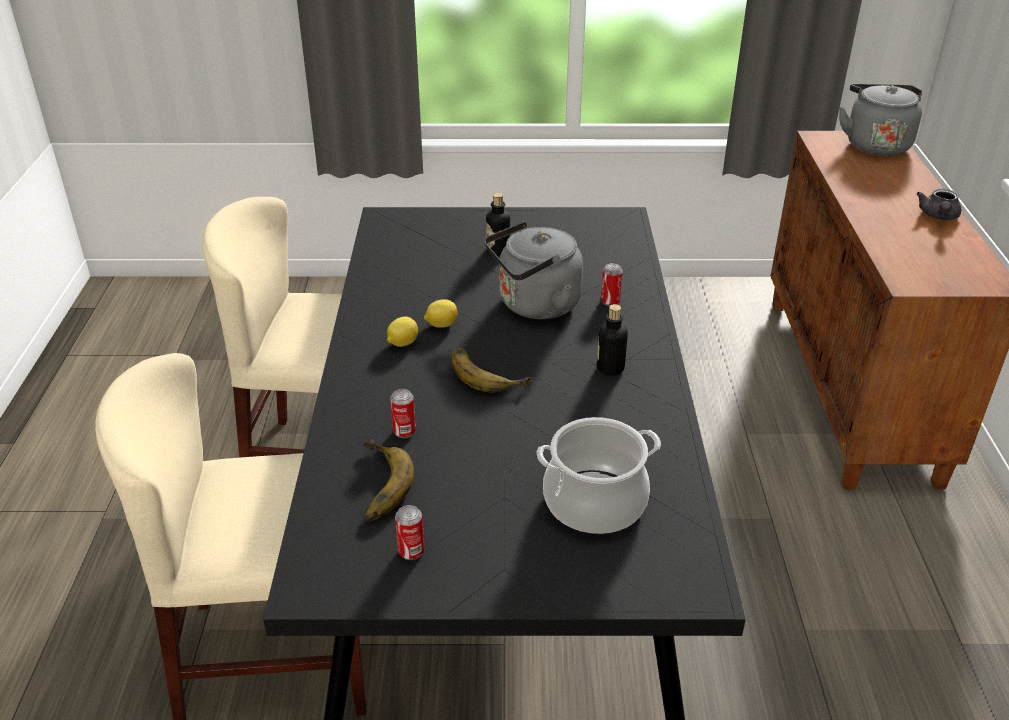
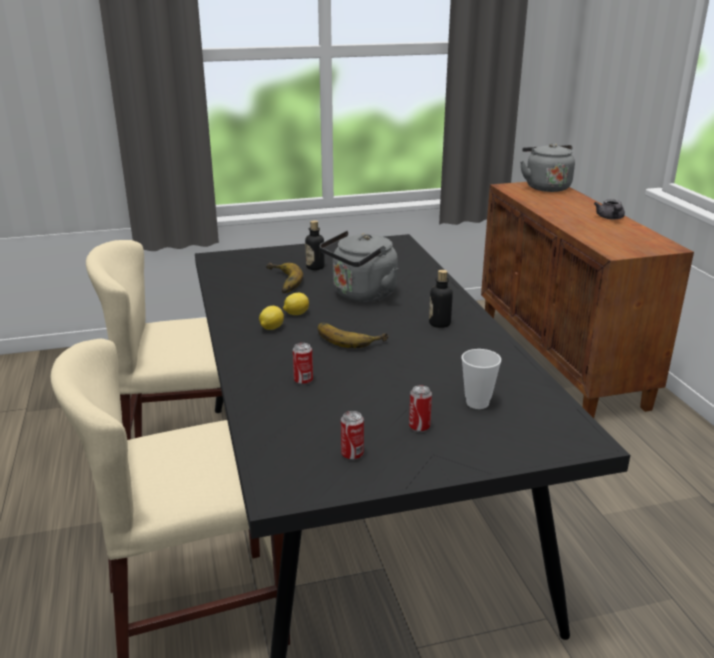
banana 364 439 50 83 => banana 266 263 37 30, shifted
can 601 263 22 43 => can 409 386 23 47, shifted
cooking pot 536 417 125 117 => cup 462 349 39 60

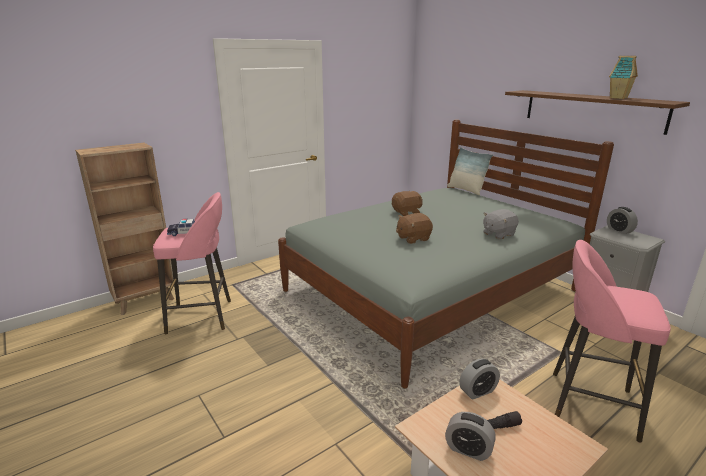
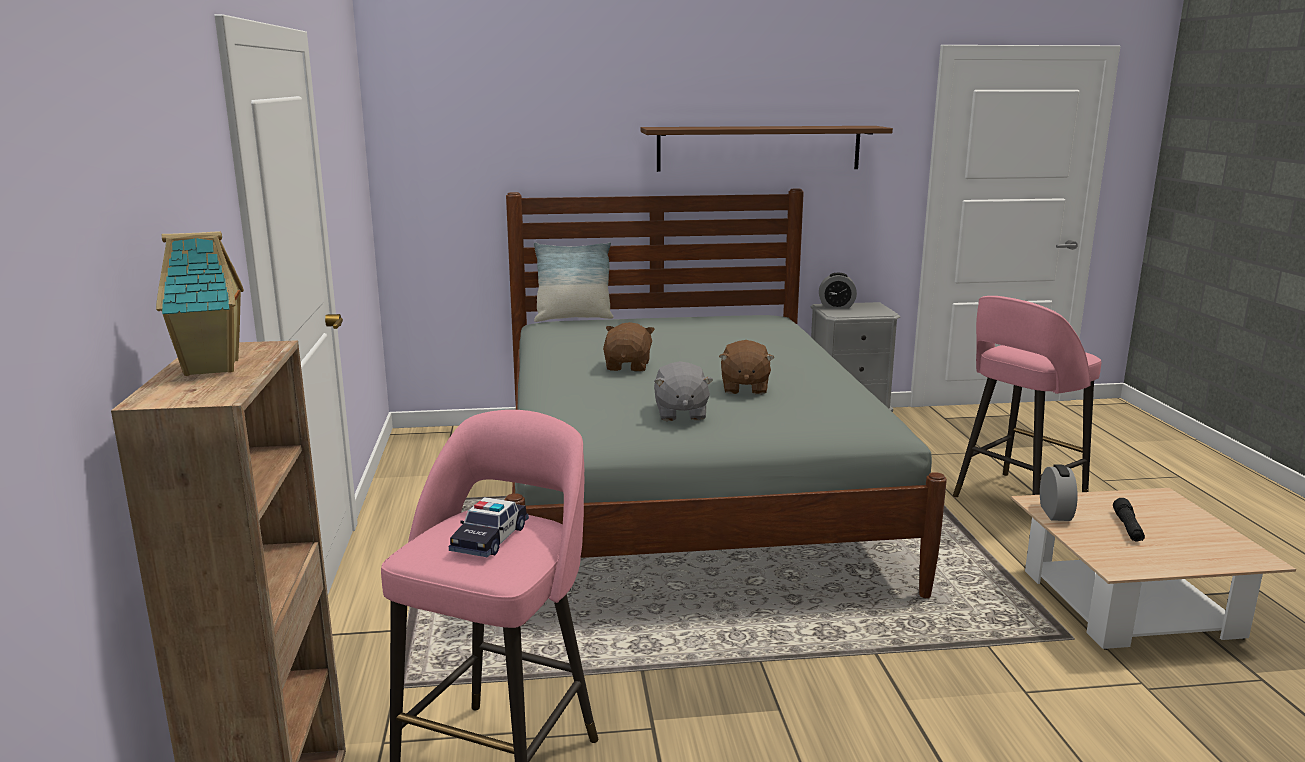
alarm clock 445 412 51 49 => nothing
plush toy/grey 483 209 36 30 => plush toy/grey 654 361 59 60, shifted
toy house 609 56 29 43 => toy house 156 231 88 145, shifted

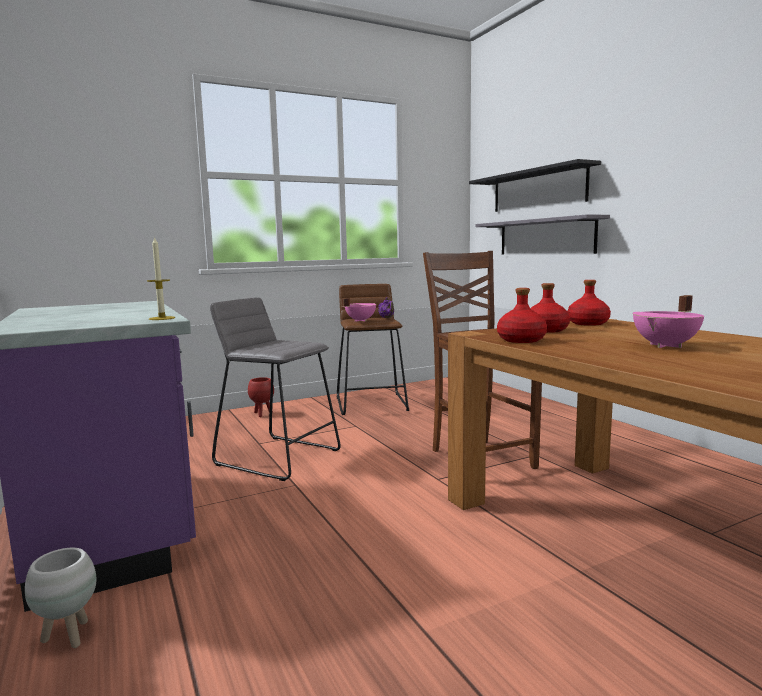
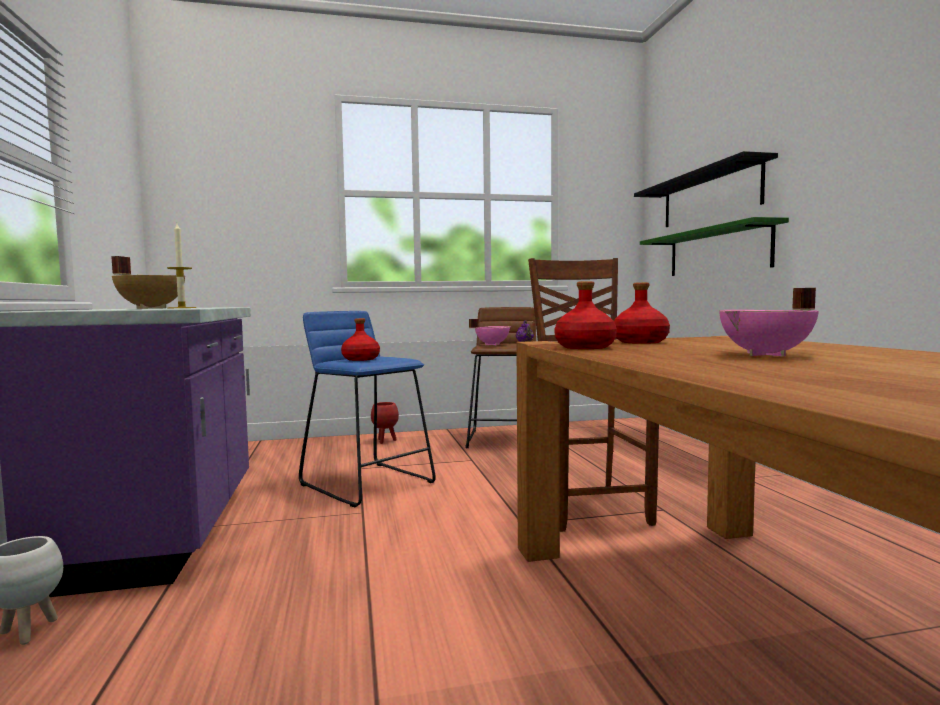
nothing => cooking pot/beige 111 256 74 53
bottle/red 567 280 44 46 => bottle/red 341 318 39 43, shifted
stool/grey 210 297 131 184 => stool/blue 299 311 137 196
shelf/grey 475 214 135 40 => shelf/green 640 217 149 59

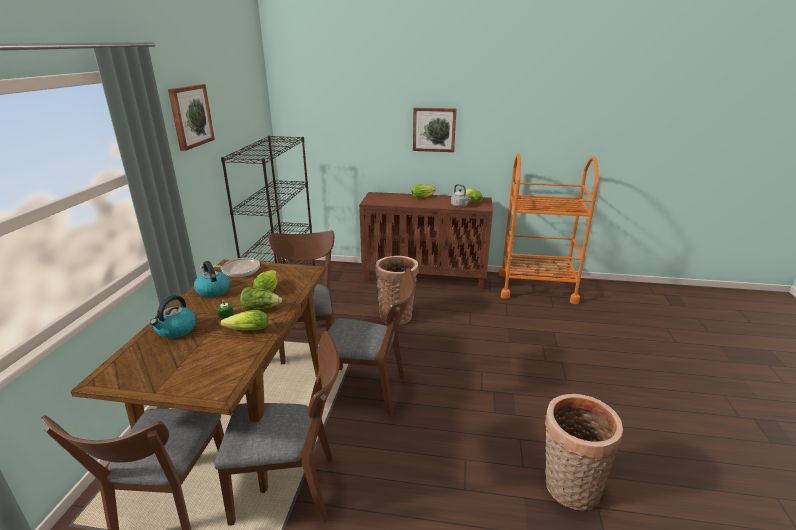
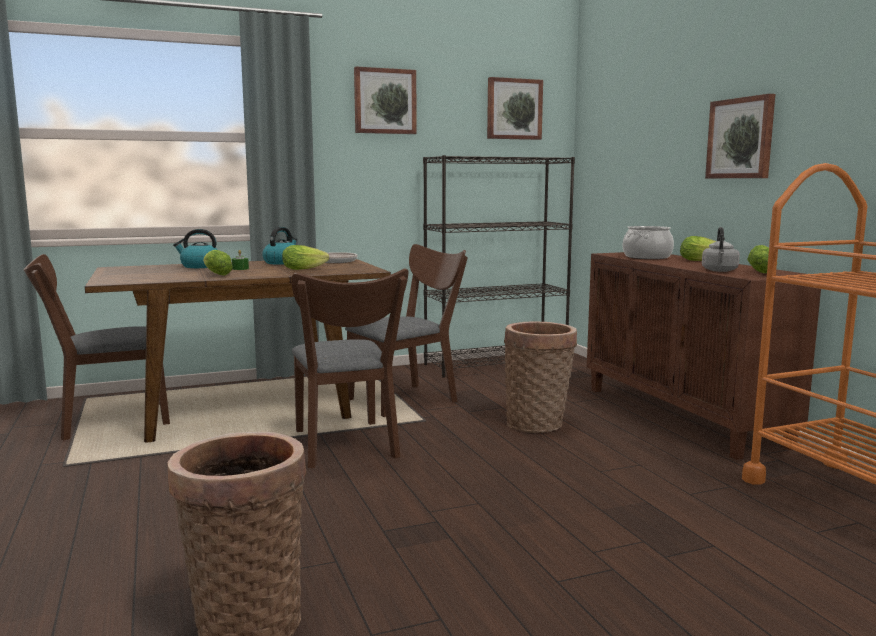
chair/brown 214 331 126 195 => nothing
lettuce 240 287 42 24 => nothing
nothing => picture 487 77 56 63
nothing => cooking pot 623 226 51 33

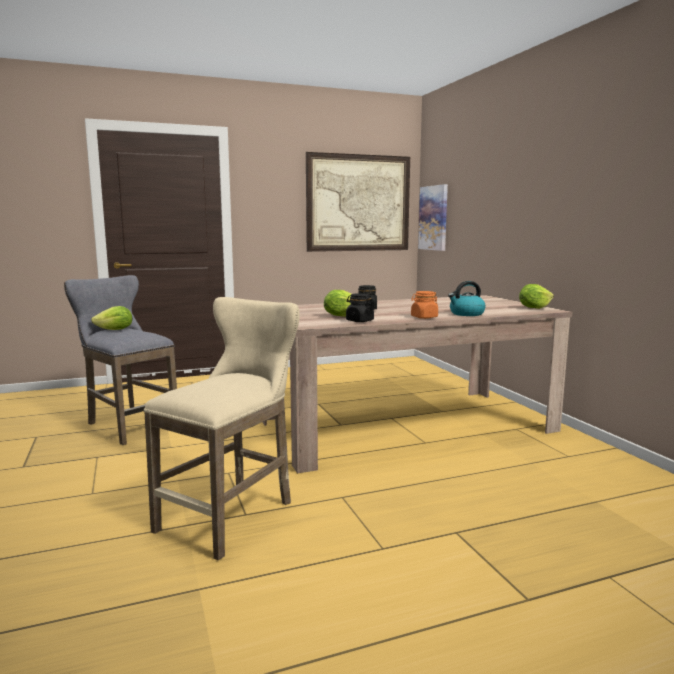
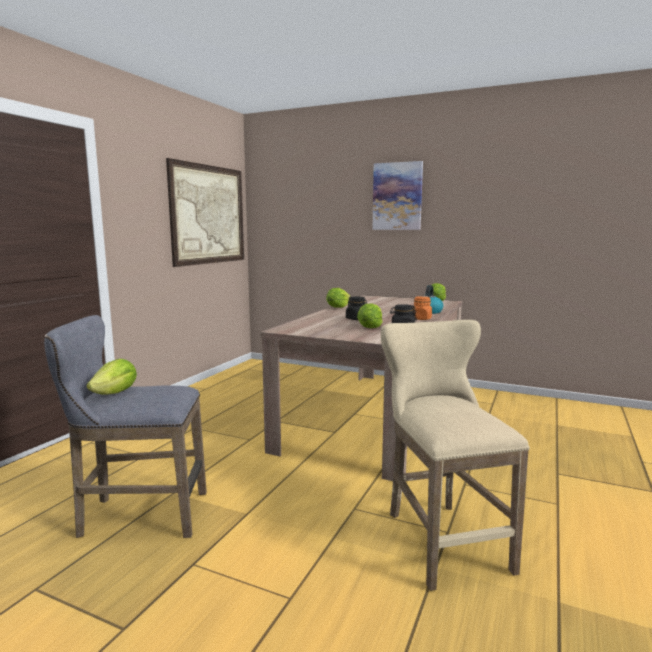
nothing => lettuce 326 288 24 20
picture 418 184 30 67 => picture 372 161 51 69, shifted

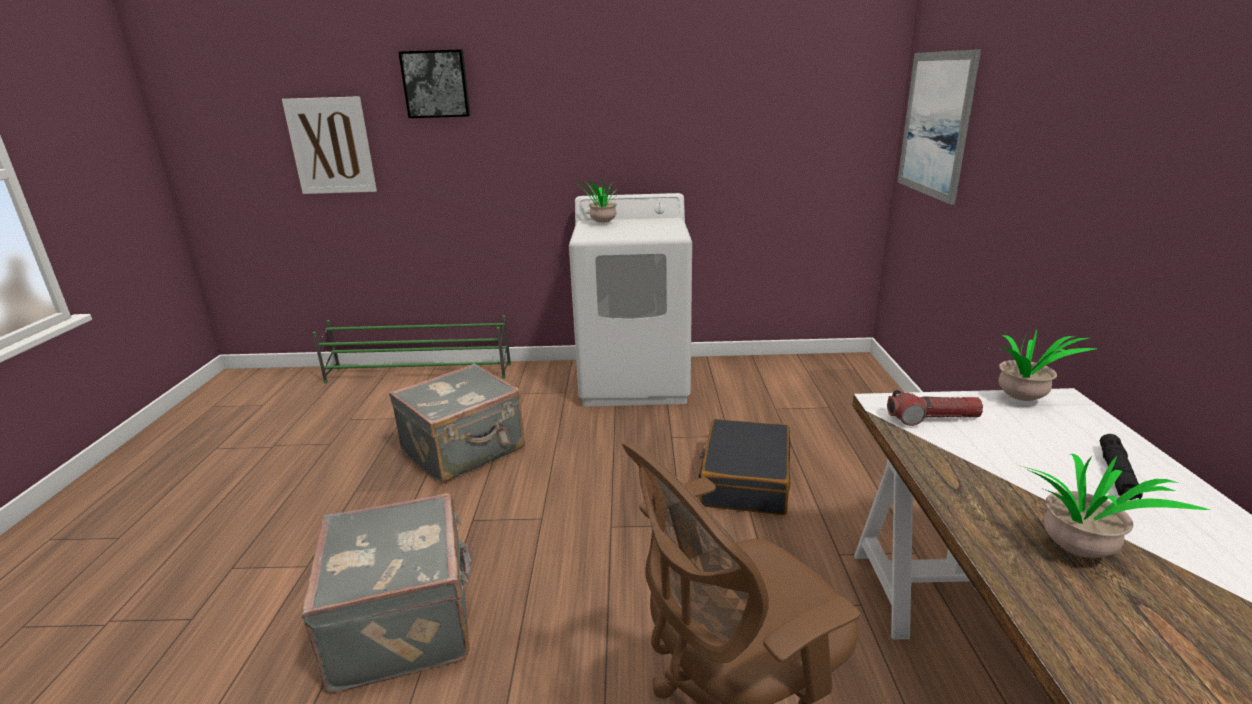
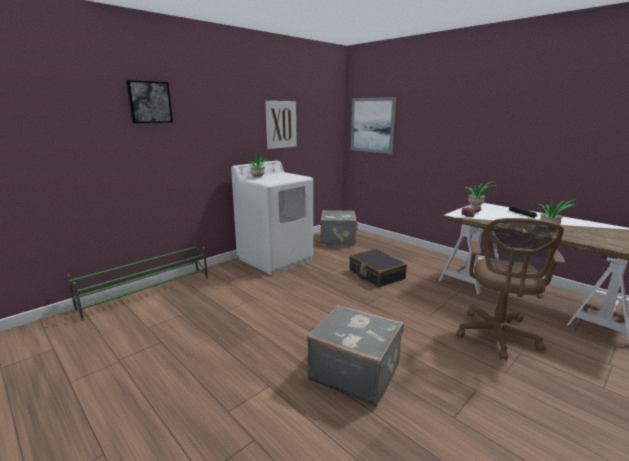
picture 282 96 95 98 => picture 265 101 32 48, shifted
suitcase/grey 389 363 136 121 => suitcase/grey 321 210 37 36, shifted

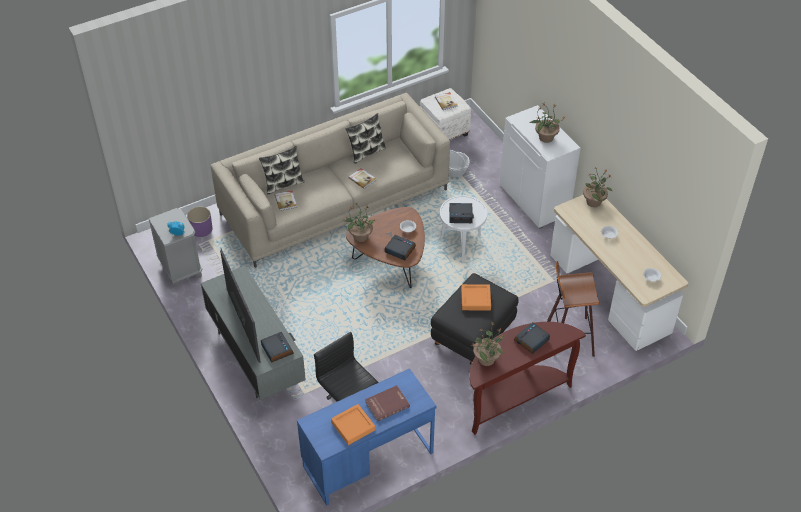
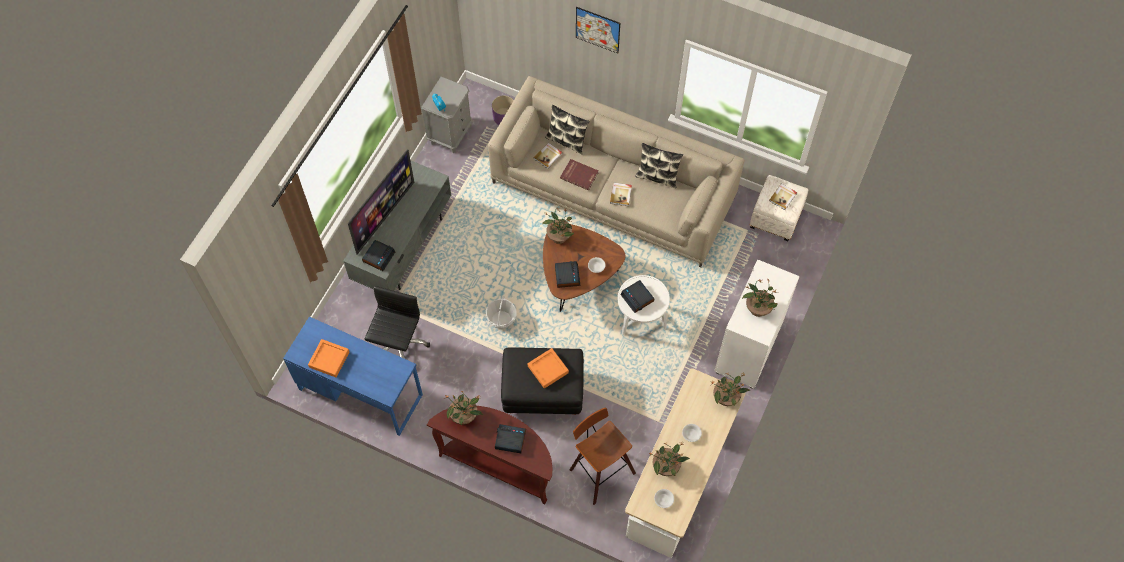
nothing => picture 576 7 44 46
nothing => potted plant 649 443 41 33
book/red 365 385 45 36 => book/red 560 159 39 31, shifted
basket 449 150 21 27 => basket 486 296 31 33, shifted

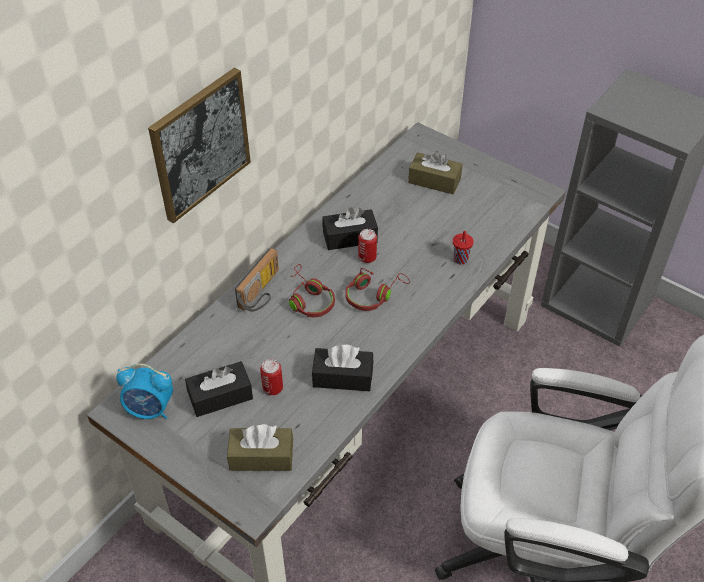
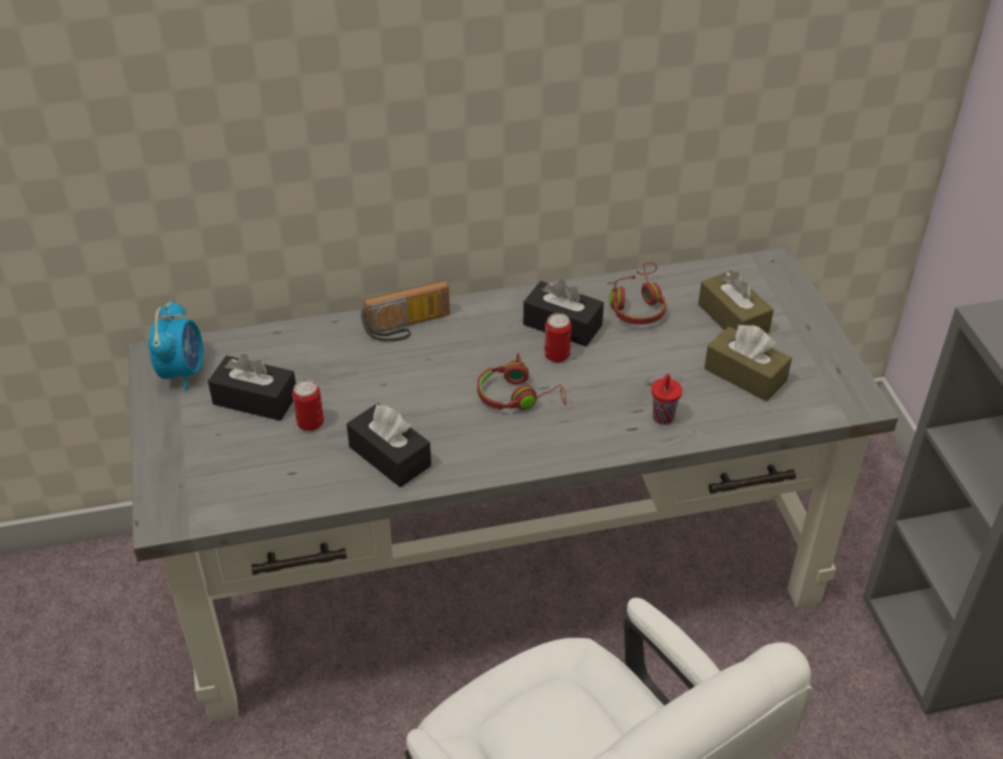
picture 148 68 103 156 => nothing
tissue box/brown 227 424 66 47 => tissue box/brown 704 325 88 76, shifted
headphones/red 289 264 46 53 => headphones/red 609 262 57 63, shifted
alarm clock 117 363 56 56 => alarm clock 148 300 55 90, 135 degrees counterclockwise

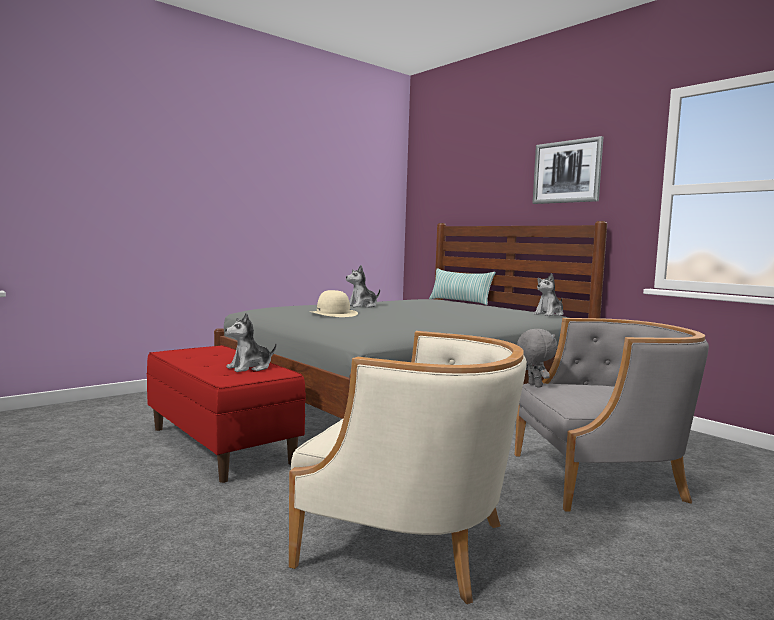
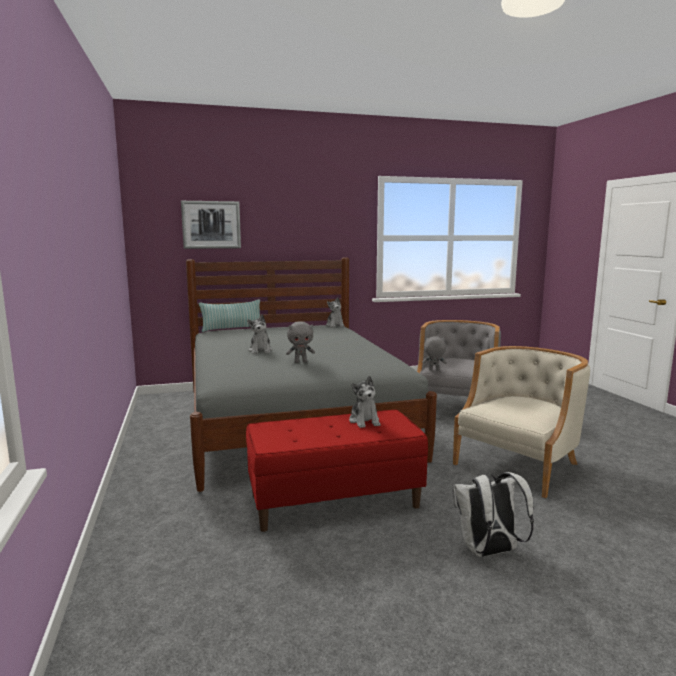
nothing => backpack/white 453 472 81 85
picture 532 136 71 68 => picture 181 201 60 48, shifted
hat/beige 312 290 46 27 => plush toy/grey 286 321 29 42

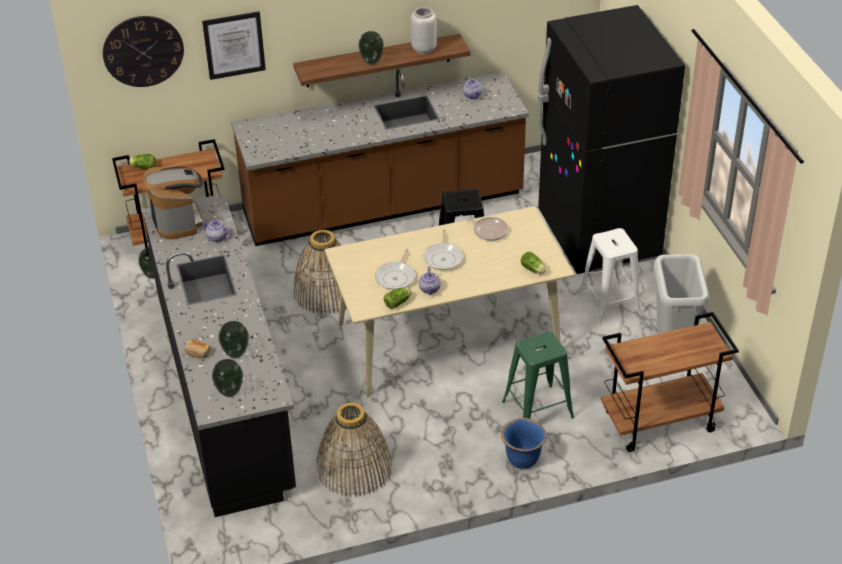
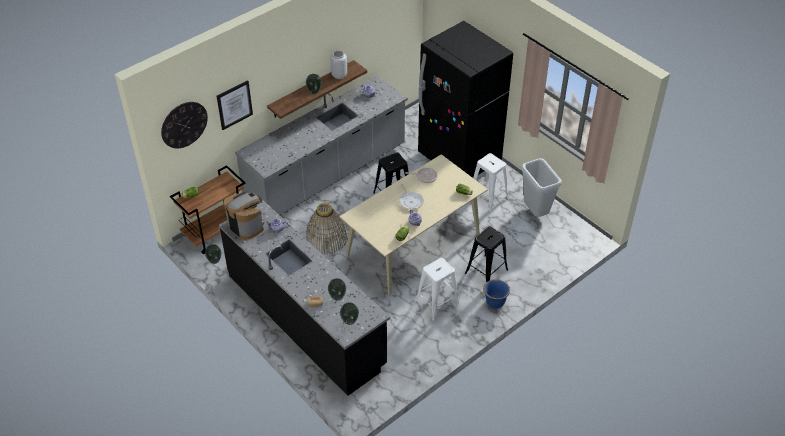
basket 317 403 75 94 => nothing
frying pan 375 249 40 41 => nothing
cart/brown 601 312 138 140 => nothing
nothing => stool/white 415 258 45 63
counter/brown 231 69 298 177 => counter/grey 235 76 173 139
stool/green 502 332 72 87 => stool/black 465 226 43 56

